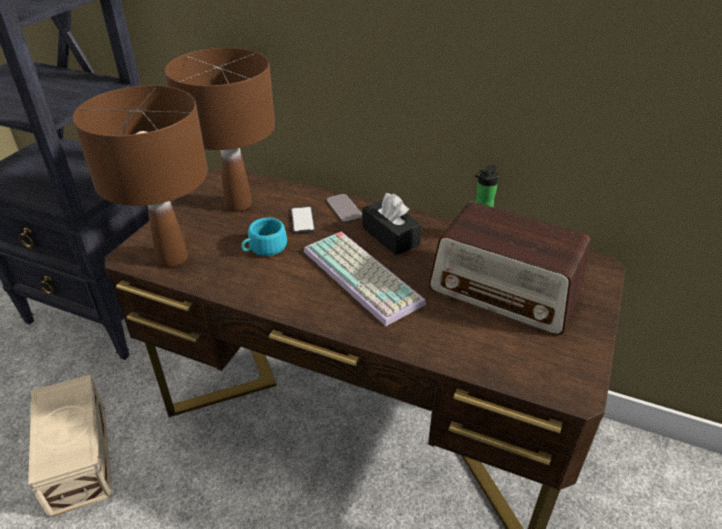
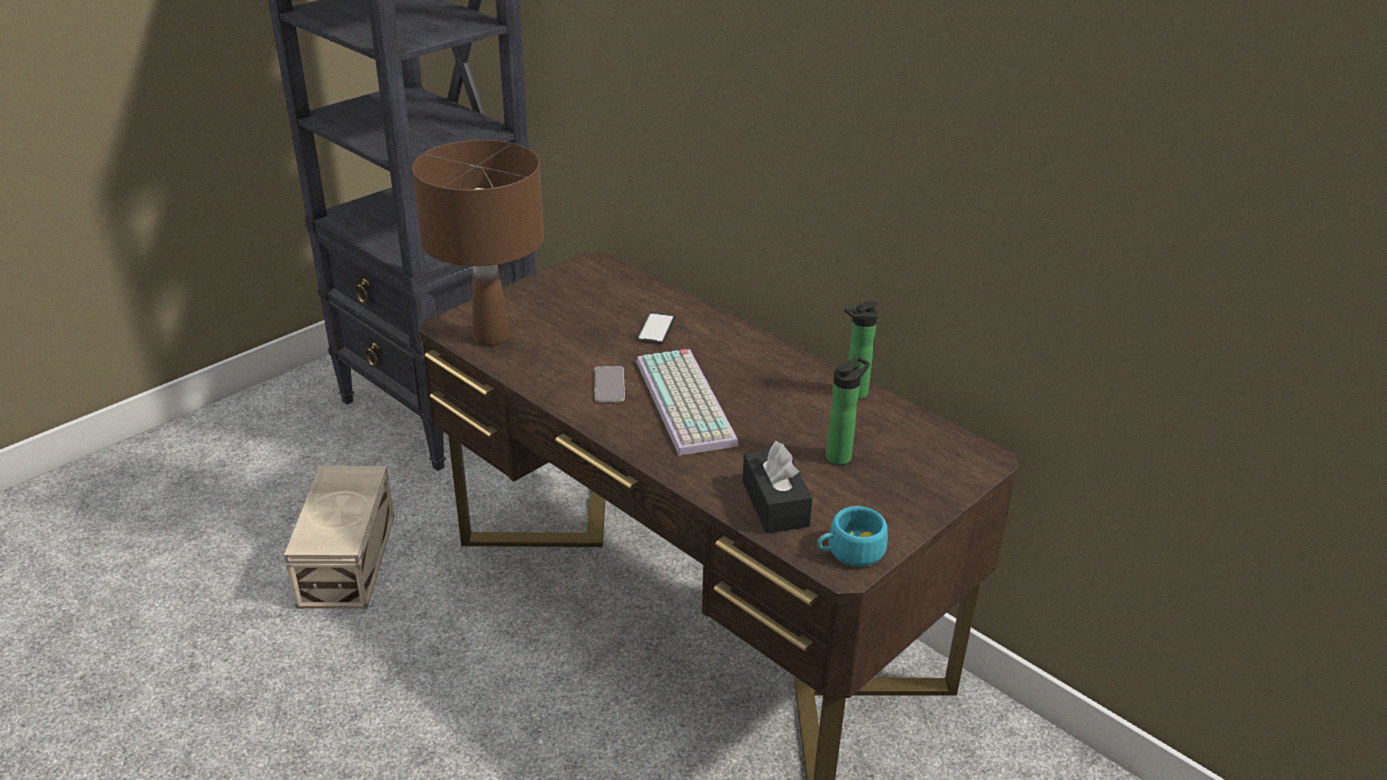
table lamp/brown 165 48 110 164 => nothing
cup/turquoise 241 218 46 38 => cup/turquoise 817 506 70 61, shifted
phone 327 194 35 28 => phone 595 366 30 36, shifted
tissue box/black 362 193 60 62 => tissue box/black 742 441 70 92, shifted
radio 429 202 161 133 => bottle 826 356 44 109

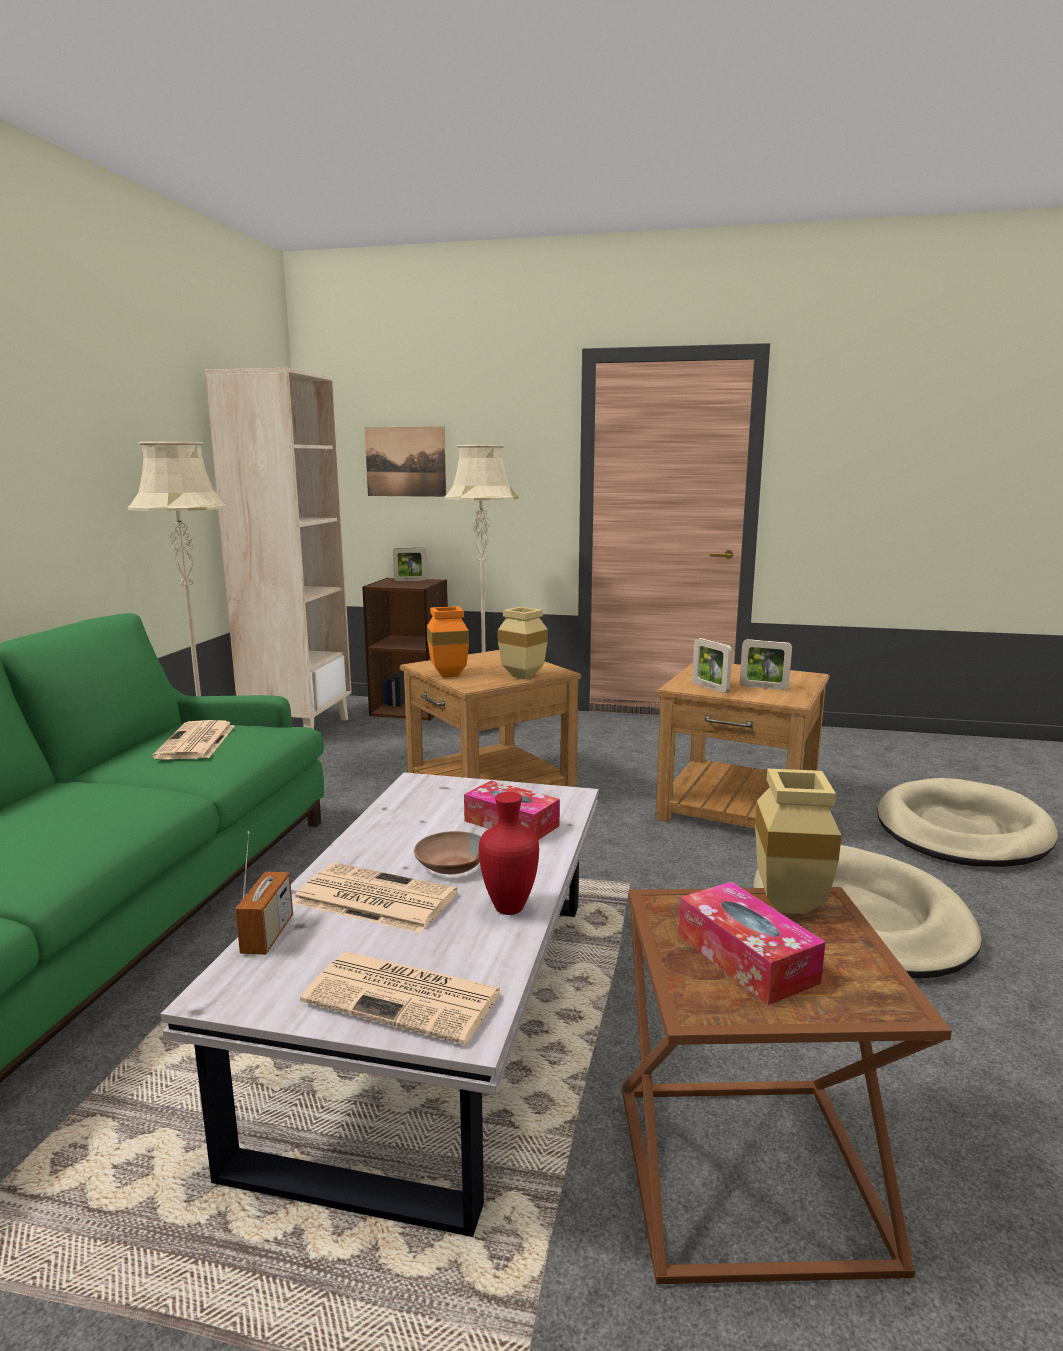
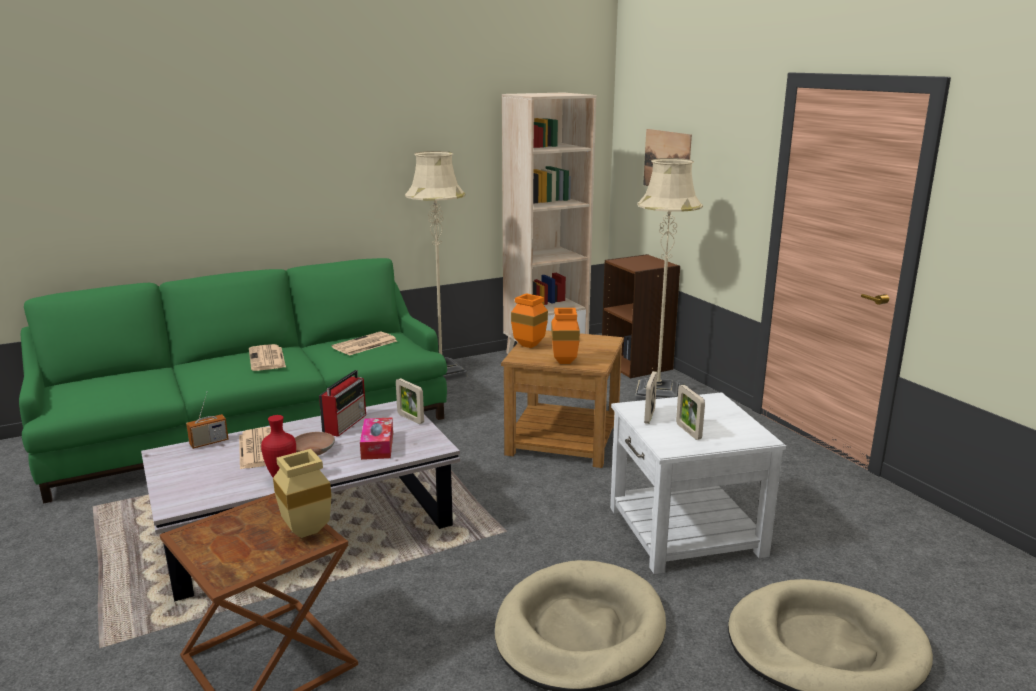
tissue box 679 882 146 123 => nothing
nothing => radio 319 370 47 66
newspaper 300 952 203 93 => newspaper 249 344 37 27, shifted
picture frame 393 548 34 33 => picture frame 396 378 28 46, shifted
vase/beige 498 607 50 72 => vase/orange 551 308 29 56
side table/brown 655 663 175 166 => side table/white 610 392 176 182

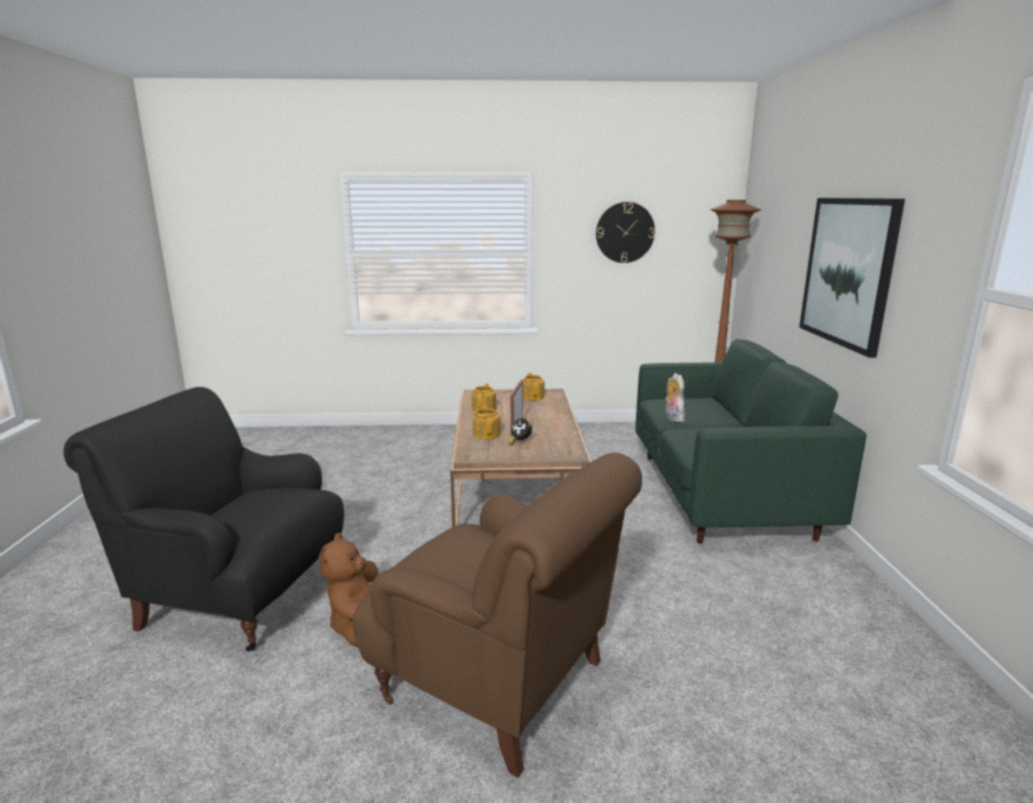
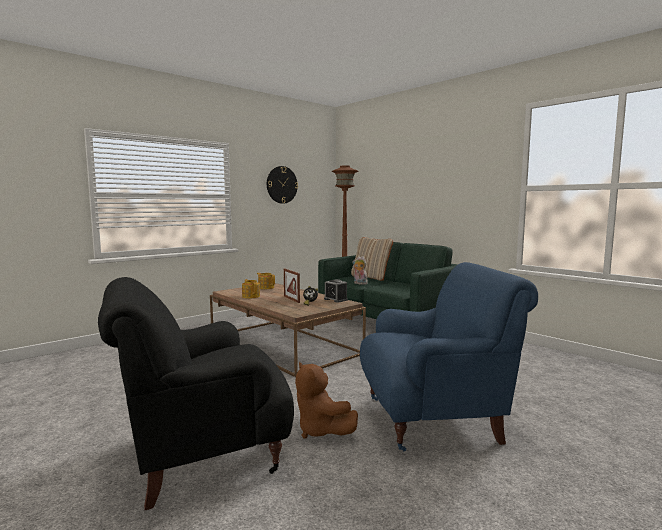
teapot 473 405 27 35 => nothing
picture 799 198 106 160 => nothing
nothing => alarm clock 324 279 24 24
nothing => pillow/beige 351 237 42 44
armchair/brown 353 453 289 325 => armchair/blue 360 262 178 189

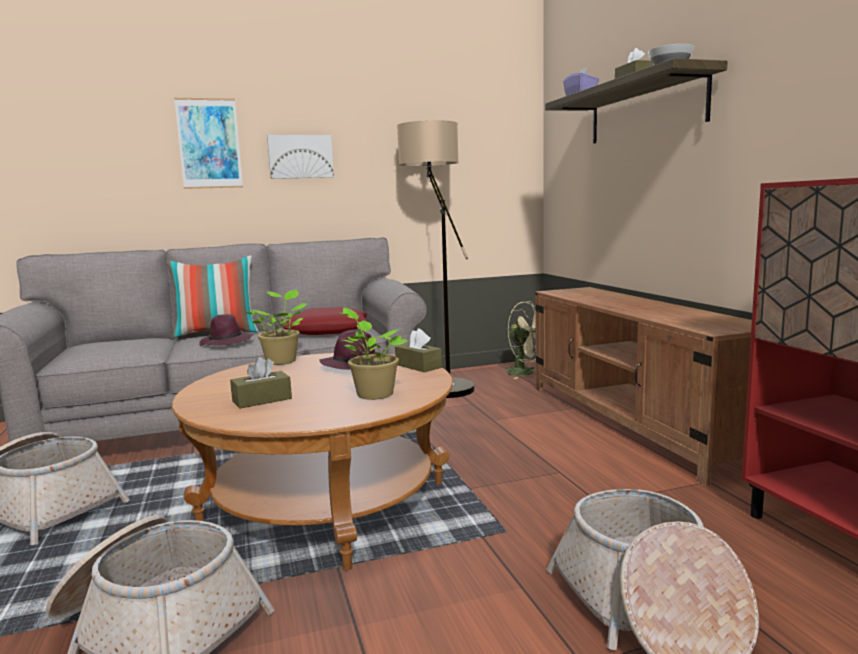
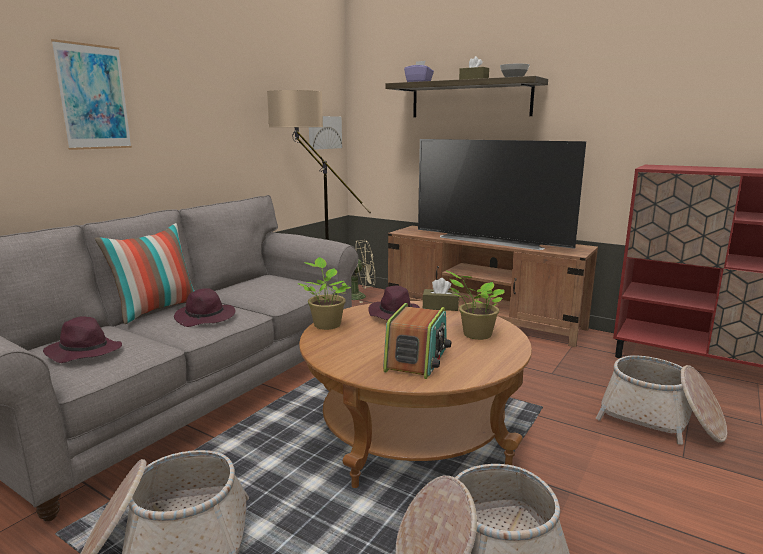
pillow/red 282 307 86 28 => nothing
nothing => hat/purple 43 316 79 47
nothing => television 418 139 168 111
picture 267 135 67 44 => picture 309 116 33 34, shifted
tissue box/brown 230 357 62 51 => radio 383 303 68 76

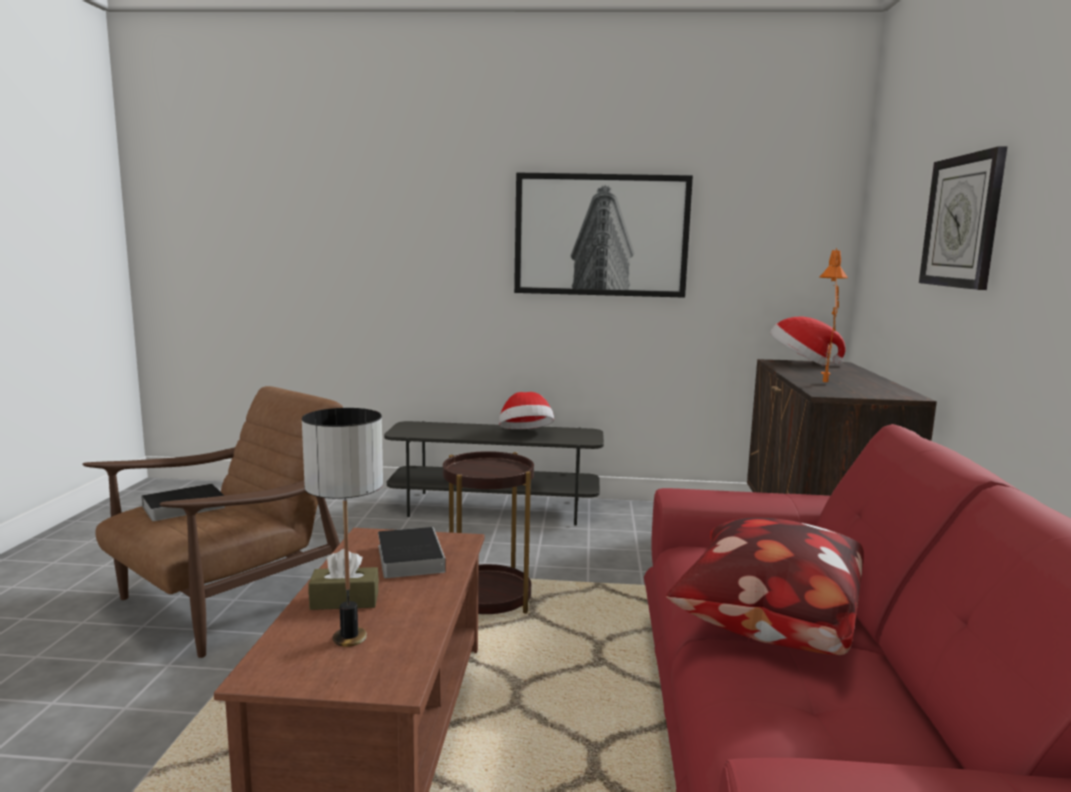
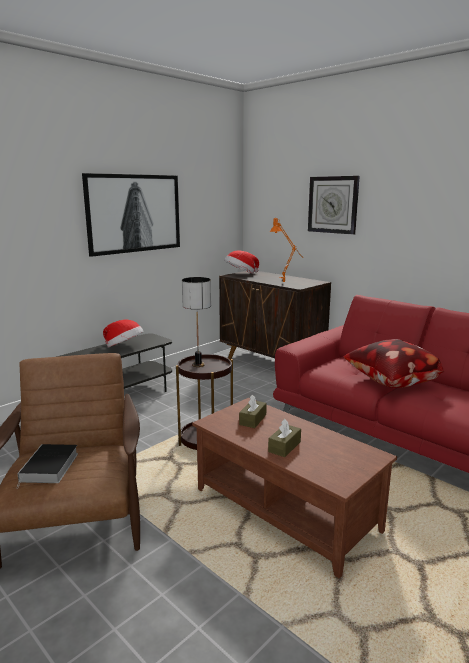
table lamp 302 408 81 239 => table lamp 182 277 29 90, shifted
book 378 527 67 51 => tissue box/brown 239 395 28 33

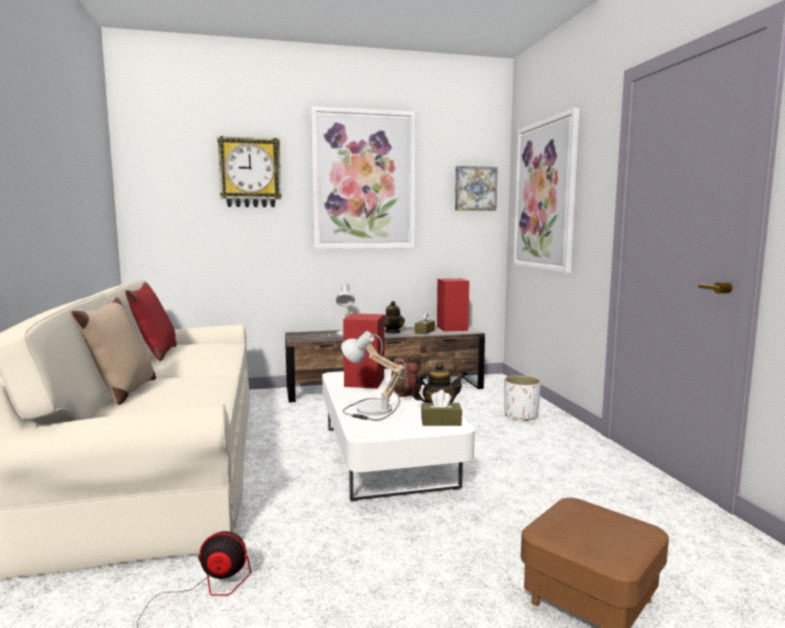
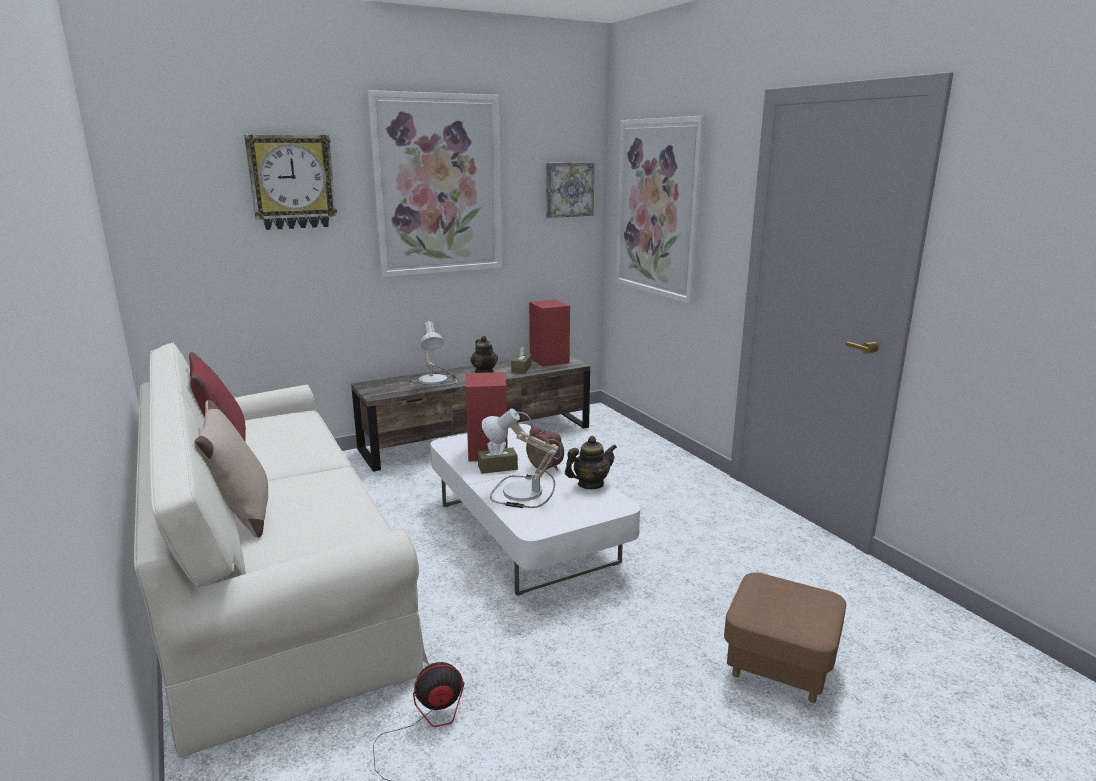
planter/white 504 375 37 46 => nothing
tissue box/brown 421 390 41 36 => tissue box/brown 478 441 40 33, shifted

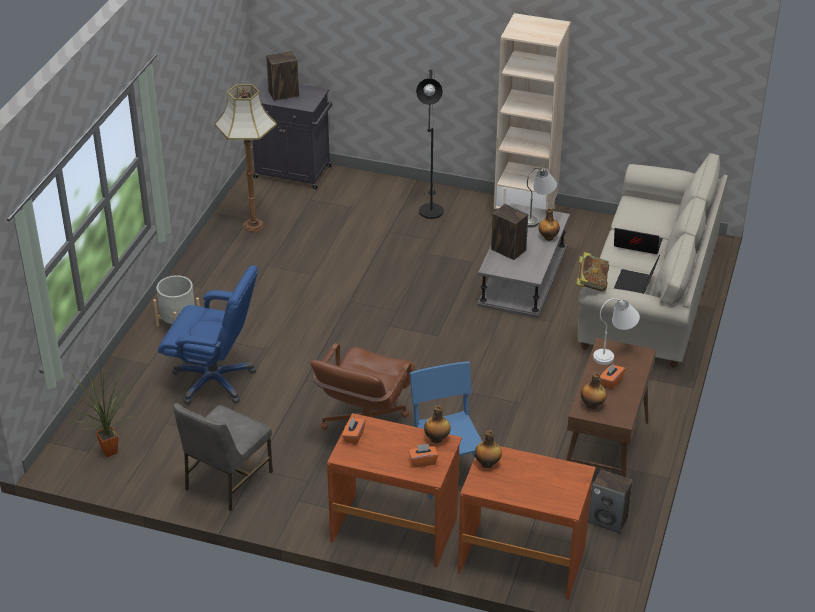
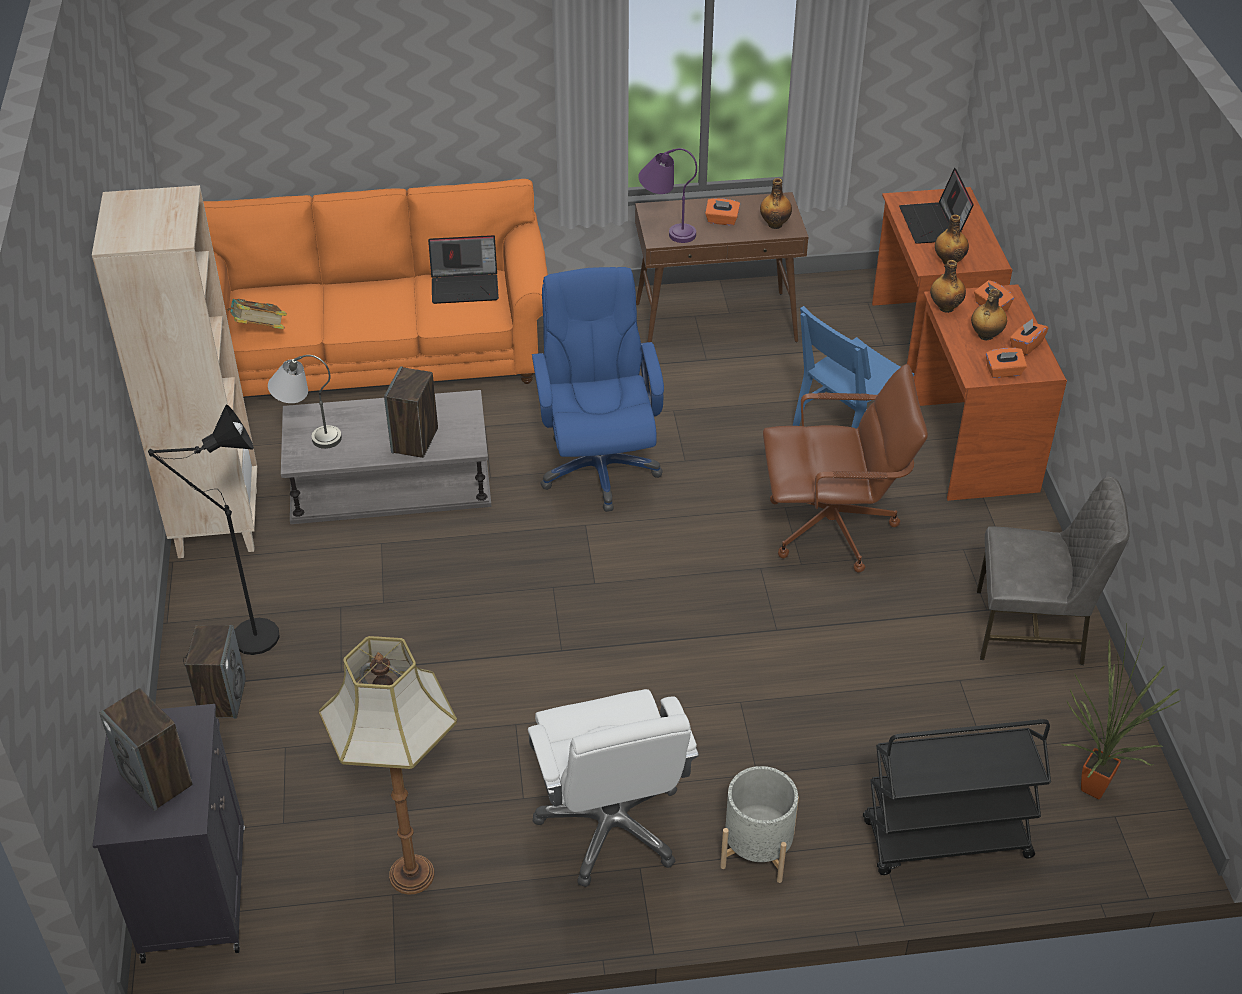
nothing => office chair/white 528 689 171 198
nothing => cart/black 863 719 188 156
nothing => tissue box/orange 1010 318 38 37
office chair/blue 158 265 100 139 => office chair/blue 532 267 132 245, shifted
bottle 538 208 22 33 => bottle 971 289 36 51, shifted
book 576 252 33 40 => book 226 299 61 30, shifted
speaker 588 470 45 63 => speaker 185 625 61 94, shifted
laptop 614 228 49 26 => laptop 899 168 75 76, shifted
sofa/beige 578 153 150 215 => sofa/orange 203 179 345 218
table lamp/white 593 298 47 67 => table lamp/purple 638 148 59 95

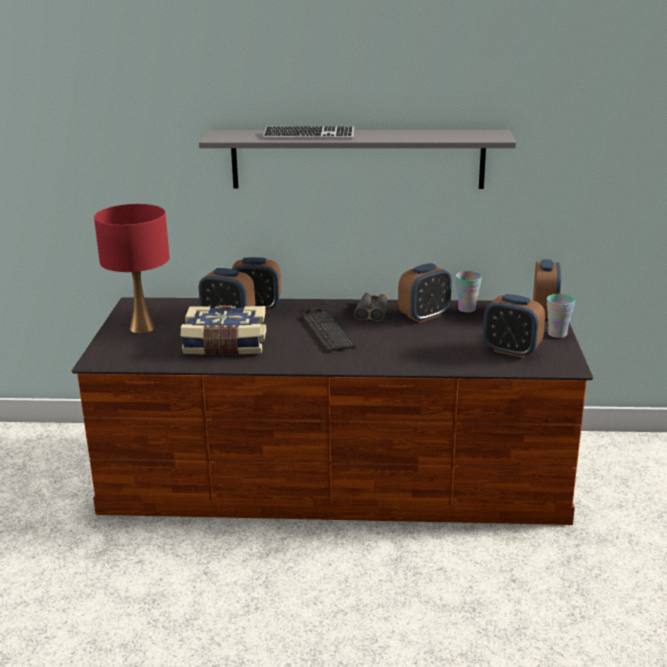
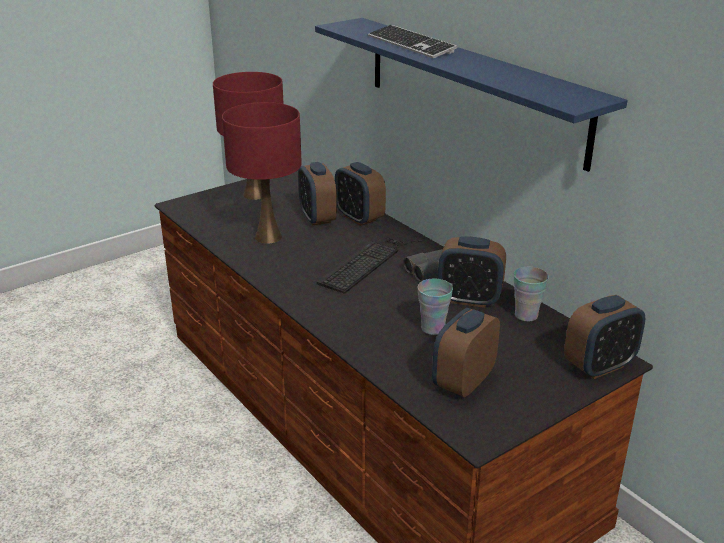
cup 547 294 28 44 => cup 418 279 35 56, shifted
book 181 305 85 50 => table lamp/red 222 102 80 142
shelf/grey 199 130 317 59 => shelf/blue 315 18 312 154
alarm clock 483 294 62 64 => alarm clock 432 308 68 89, 45 degrees clockwise

